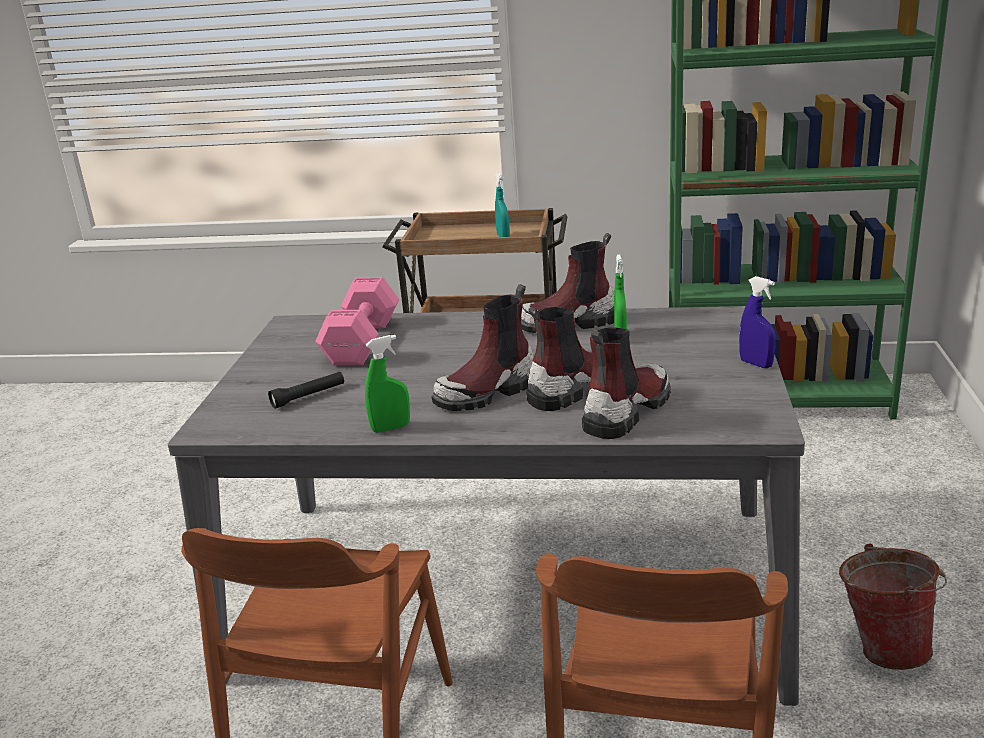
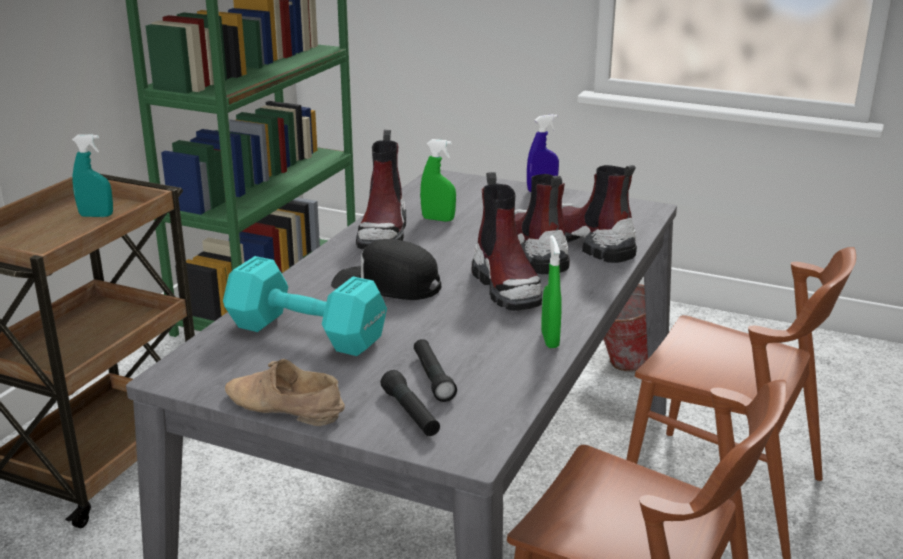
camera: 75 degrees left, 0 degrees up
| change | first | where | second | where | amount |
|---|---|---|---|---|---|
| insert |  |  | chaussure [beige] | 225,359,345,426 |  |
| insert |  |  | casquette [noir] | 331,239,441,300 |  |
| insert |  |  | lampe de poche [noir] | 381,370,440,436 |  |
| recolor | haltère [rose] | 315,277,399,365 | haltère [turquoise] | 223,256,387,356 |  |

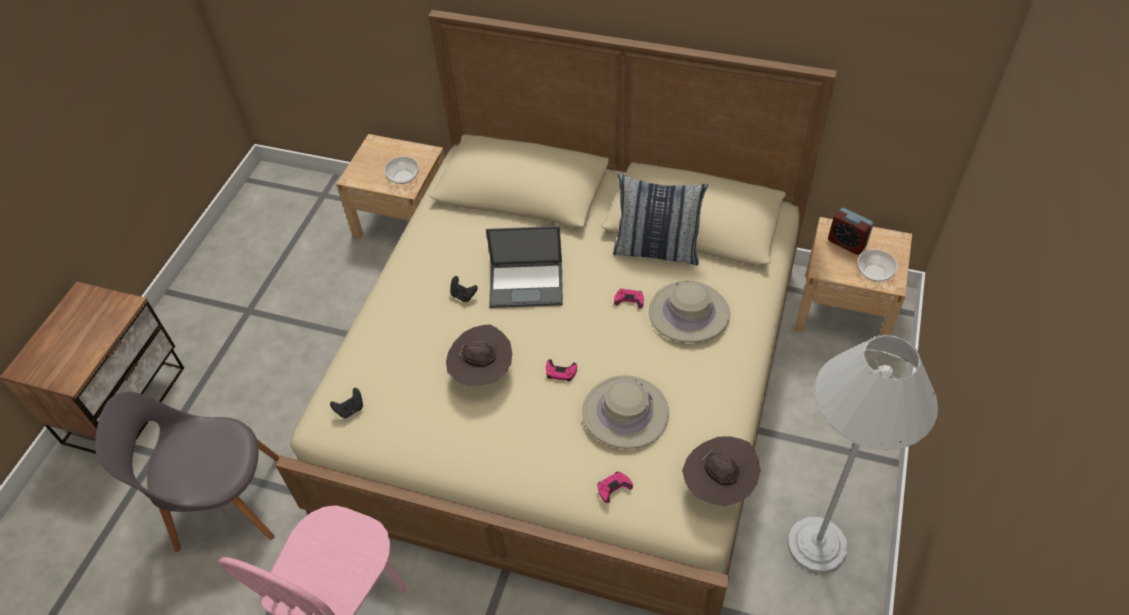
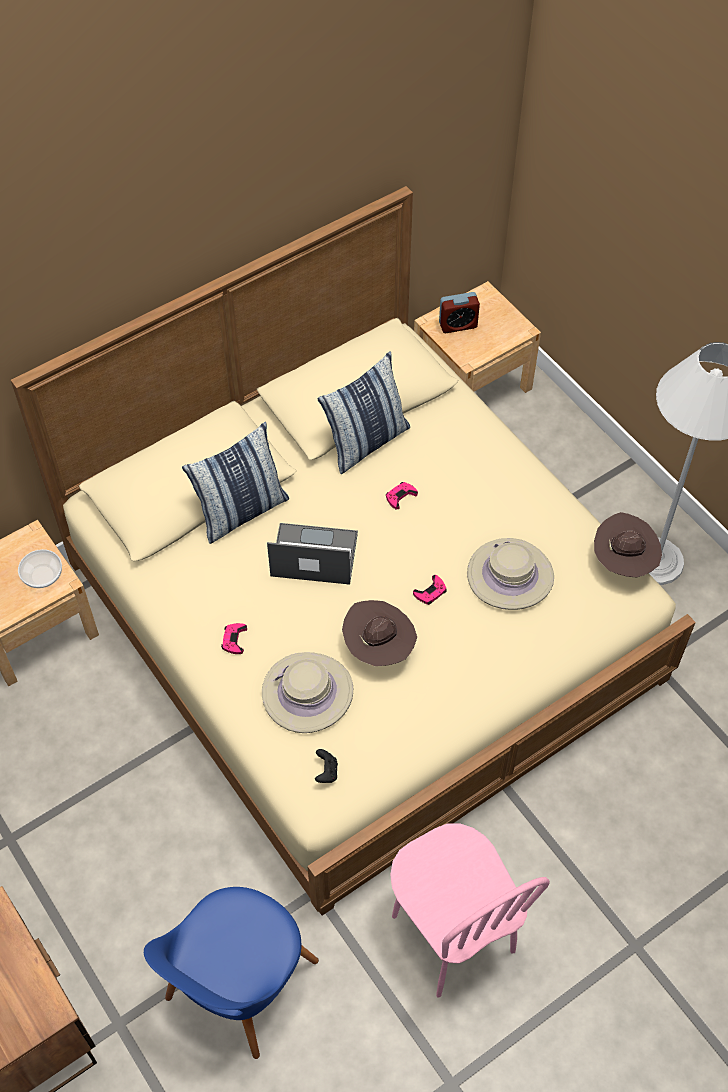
camera: 55 degrees left, 5 degrees up
| change | first | where | second | where | amount |
|---|---|---|---|---|---|
| delete | manette [noir] | 450,276,478,302 |  |  |  |
| delete | bol | 857,249,898,281 |  |  |  |
| insert |  |  | coussin | 182,422,289,544 |  |
| move | manette [rose] | 597,471,633,503 |  | 221,623,247,654 |  |
| move | chapeau [beige] | 649,281,730,343 |  | 262,652,353,733 |  |
| recolor | chaise [gris] | 95,392,280,552 | chaise [bleu] | 144,887,319,1059 |  |
| rotate | ordinateur portable | 486,226,563,308 |  | 267,523,358,585 | 120 degrees counterclockwise |

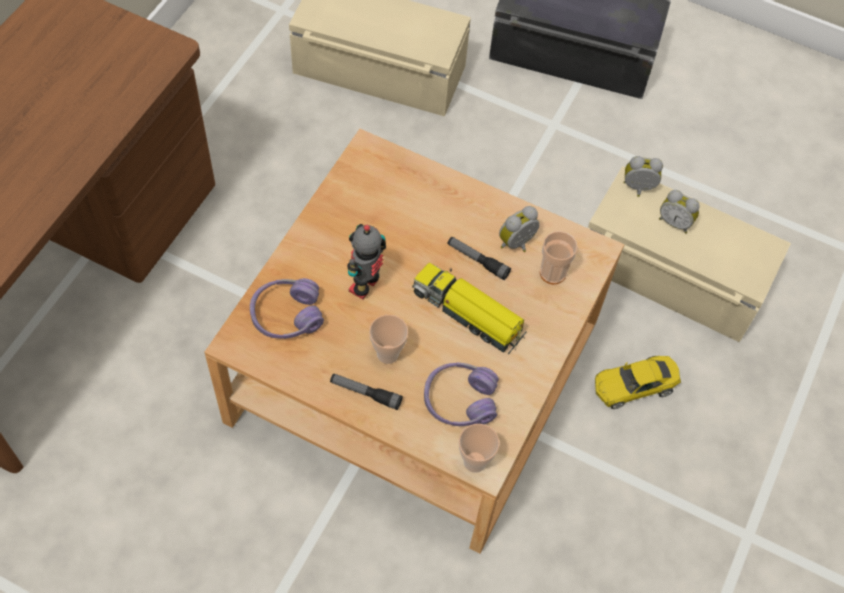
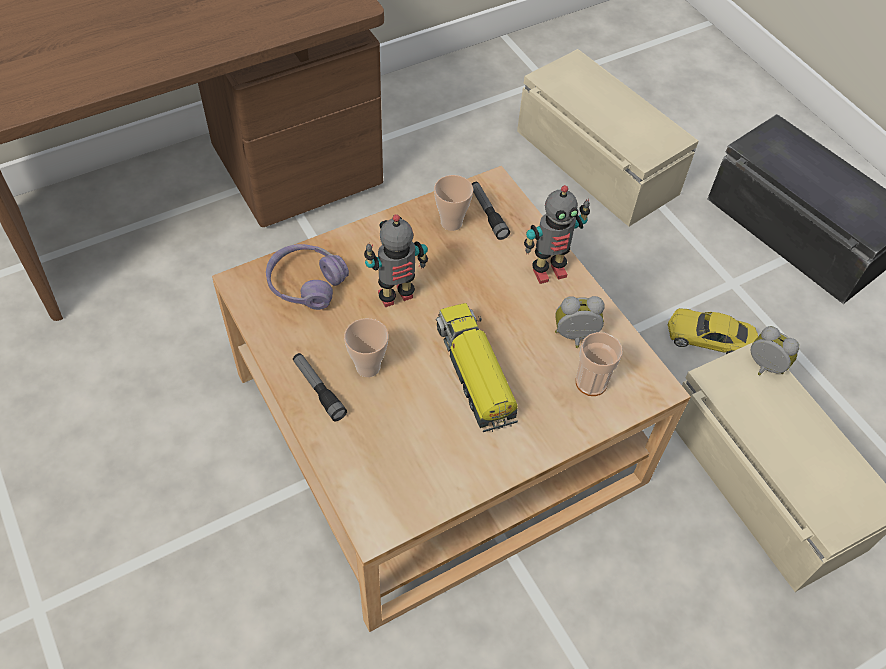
camera: 35 degrees right, 5 degrees down
| change | first | where | second | where | amount |
|---|---|---|---|---|---|
| delete | casque audio [violet] | 424,363,499,426 |  |  |  |
| delete | réveil | 659,190,700,234 |  |  |  |
| insert |  |  | robot jouet | 524,185,590,284 |  |
| move | lampe de poche | 448,237,511,280 |  | 472,182,510,240 |  |
| move | tasse | 459,424,500,473 |  | 434,175,473,231 |  |
| move | petite voiture [jaune] | 595,356,681,409 |  | 667,308,758,354 |  |

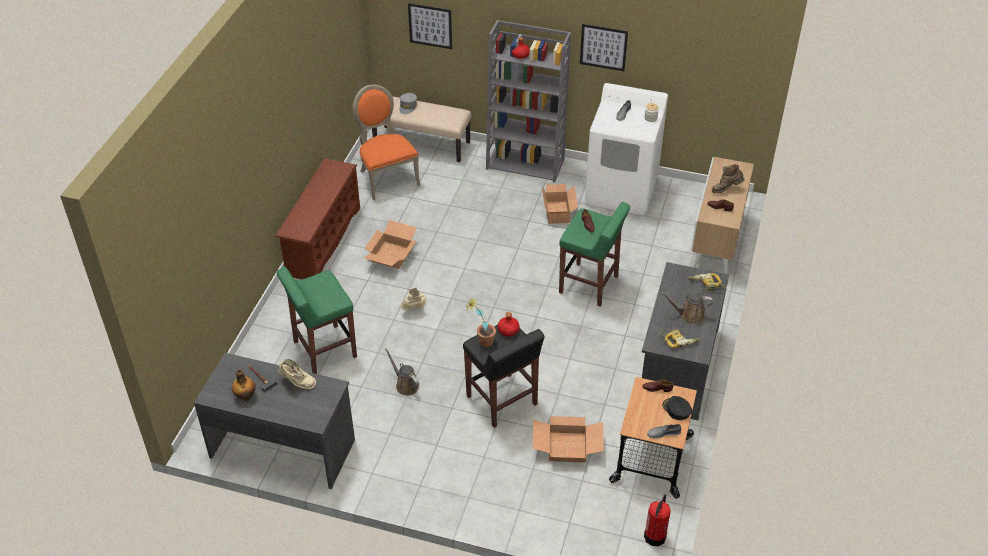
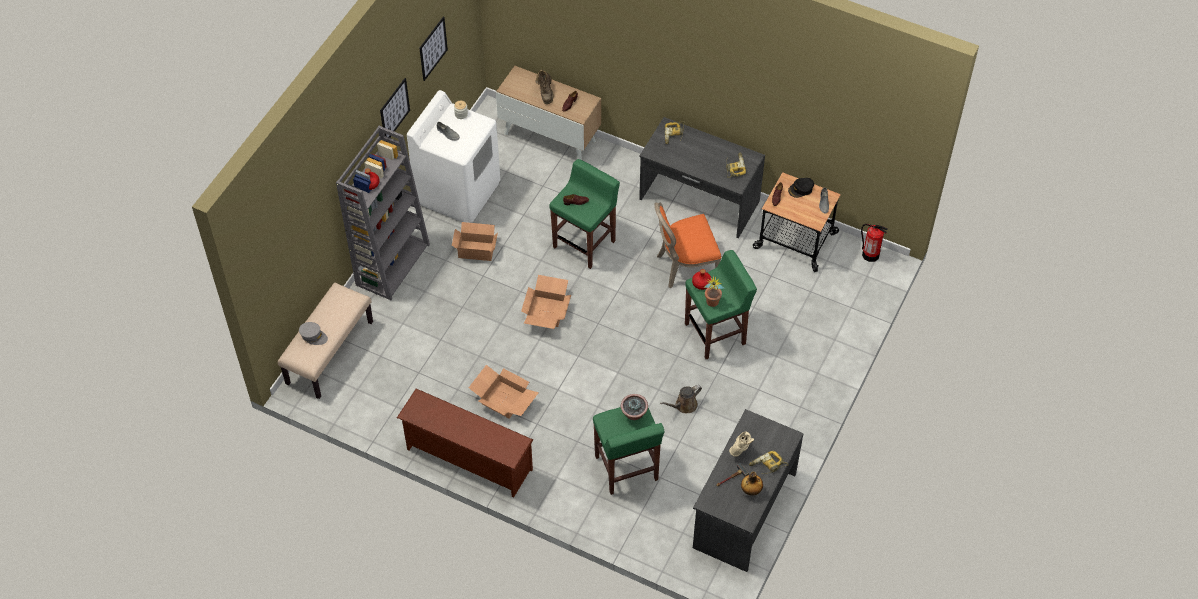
camera: 80 degrees left, 10 degrees up
| change | first | where | second | where | amount |
|---|---|---|---|---|---|
| delete | botte [beige] | 400,288,427,311 |  |  |  |
| delete | arrosoir [marron] | 661,292,713,324 |  |  |  |
| insert |  |  | plante en pot | 621,394,648,420 |  |
| insert |  |  | perceuse | 749,451,789,474 |  |
| move | chaise [orange] | 353,84,420,201 |  | 654,202,721,289 |  |
| move | tableau | 408,3,452,49 |  | 419,17,448,81 |  |
| move | carton | 533,416,604,463 |  | 521,275,571,329 |  |
| recolor | tabouret [noir] | 463,325,545,428 | tabouret [vert] | 685,250,757,359 |  |

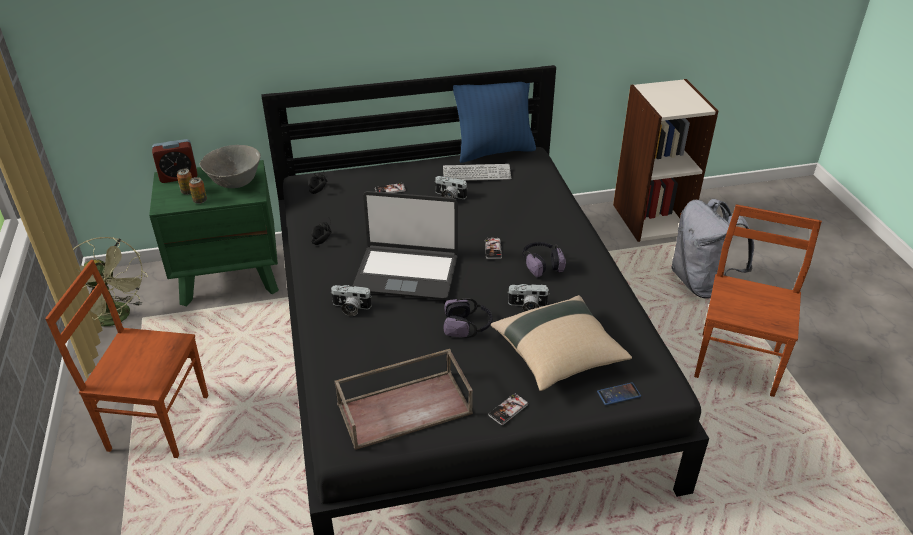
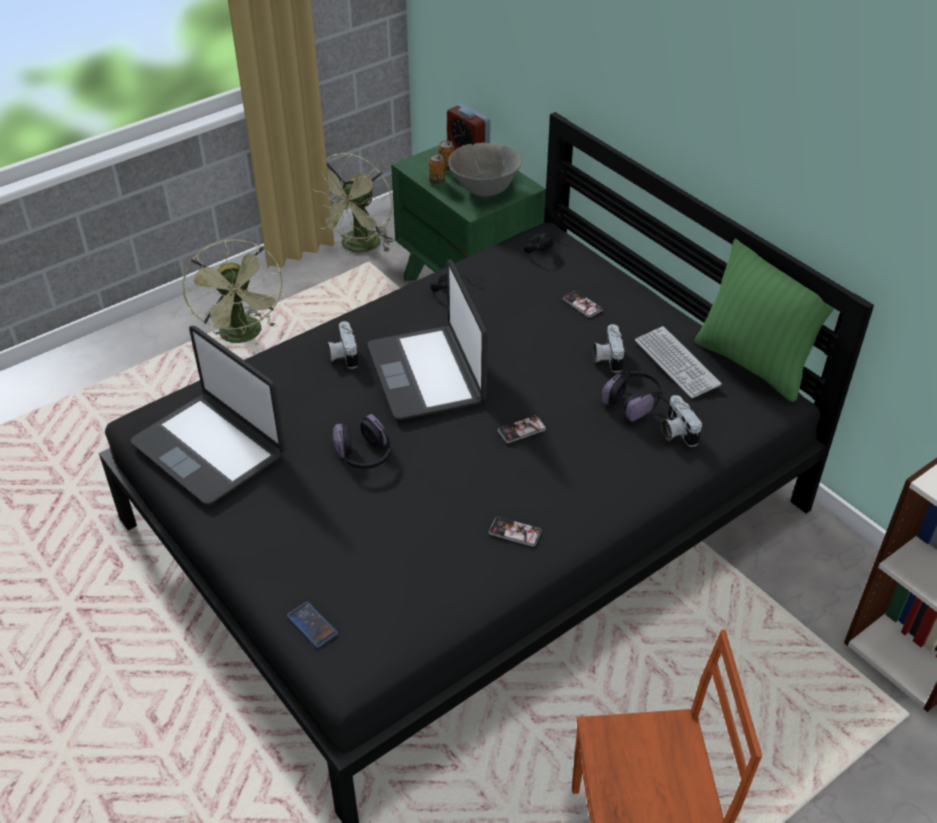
camera: 65 degrees right, 5 degrees up
| change | first | where | second | where | amount |
|---|---|---|---|---|---|
| delete | coussin [beige] | 491,295,632,391 |  |  |  |
| delete | sac à dos [gris] | 671,199,754,299 |  |  |  |
| move | téléphone | 488,394,528,425 |  | 489,517,542,546 |  |
| move | appareil photo | 507,284,550,312 |  | 661,395,702,447 |  |
| move | casque audio | 522,242,566,278 |  | 602,370,663,422 |  |
| replace | chaise [marron] | 45,260,209,458 | ventilateur [vert] | 183,239,284,343 |  |
| replace | plateau [marron] | 334,349,473,450 | ordinateur portable | 130,326,285,506 |  |
| recolor | coussin [bleu] | 453,82,536,163 | coussin [vert] | 694,238,834,402 |  |

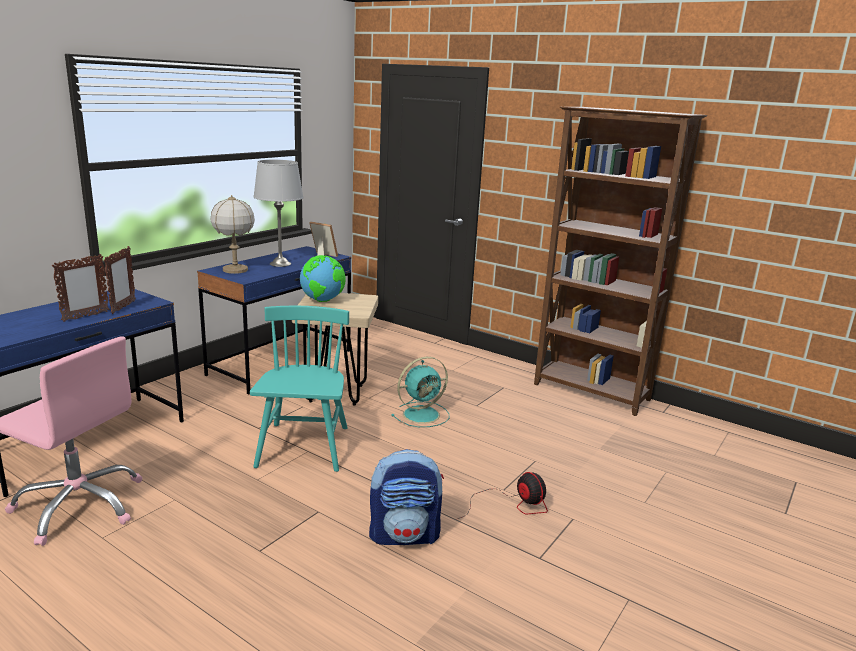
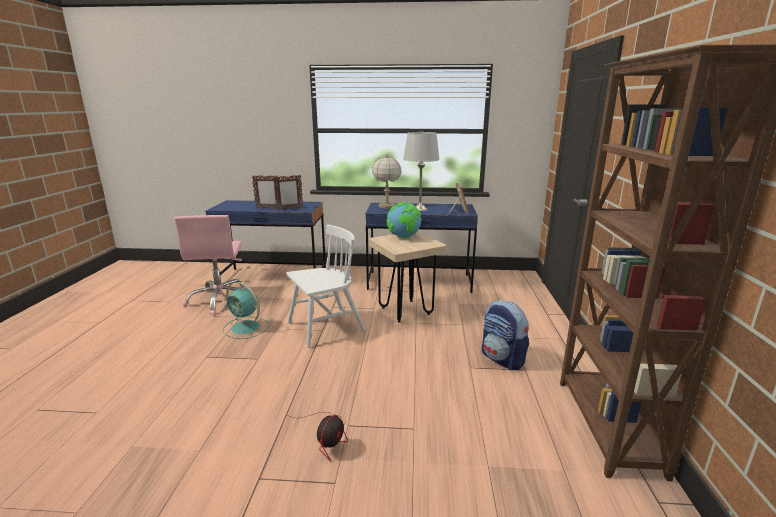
camera: 60 degrees right, 0 degrees up
| change | first | where | second | where | amount |
|---|---|---|---|---|---|
| move | sac à dos | 369,449,444,545 |  | 482,300,529,370 |  |
| move | ventilateur [turquoise] | 391,357,449,427 |  | 223,282,270,339 |  |
| recolor | chaise [turquoise] | 250,306,349,472 | chaise [blanc] | 286,225,366,348 |  |

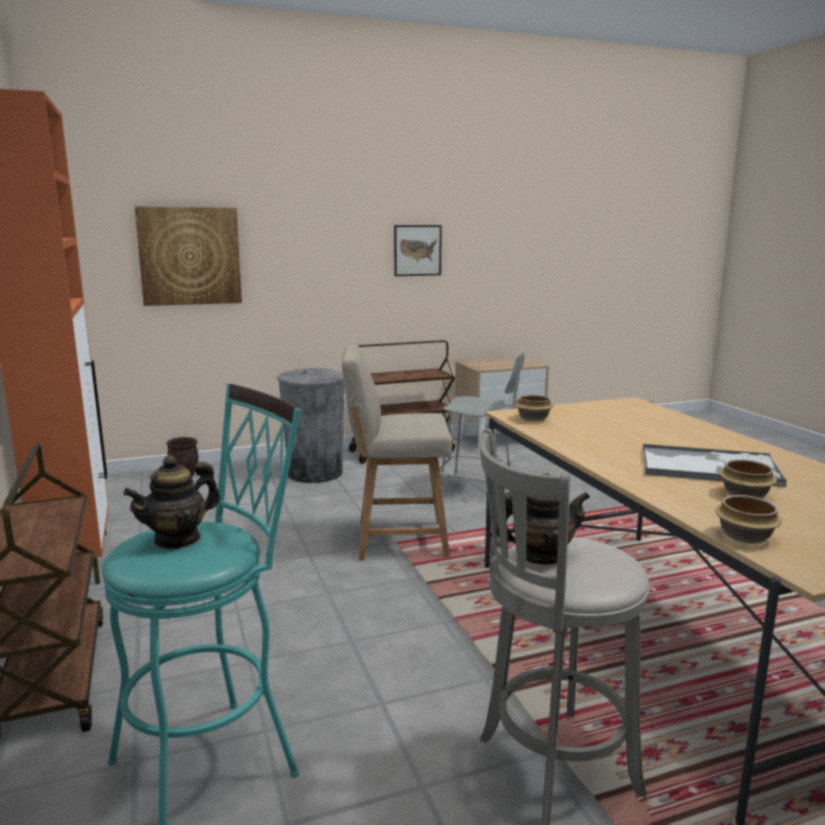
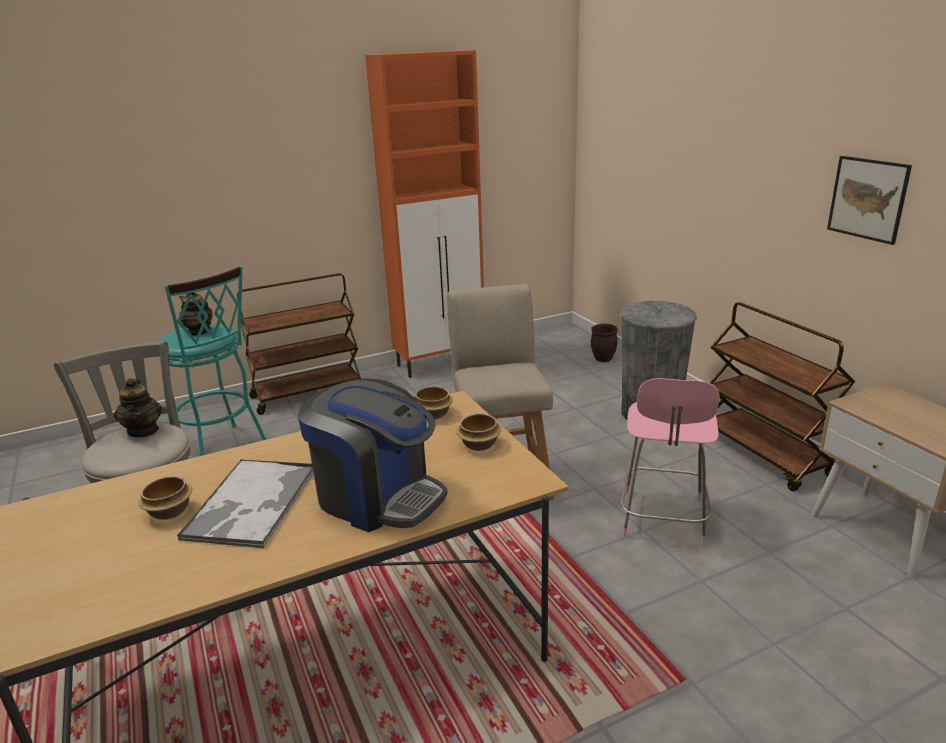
camera: 85 degrees right, 10 degrees up
| change | first | where | second | where | amount |
|---|---|---|---|---|---|
| delete | tableau | 135,206,242,306 |  |  |  |
| insert |  |  | machine à café | 298,378,448,532 |  |
| move | bol | 715,495,782,544 |  | 457,414,501,451 |  |
| recolor | chaise [gris] | 439,352,525,486 | chaise [rose] | 621,378,720,546 |  |

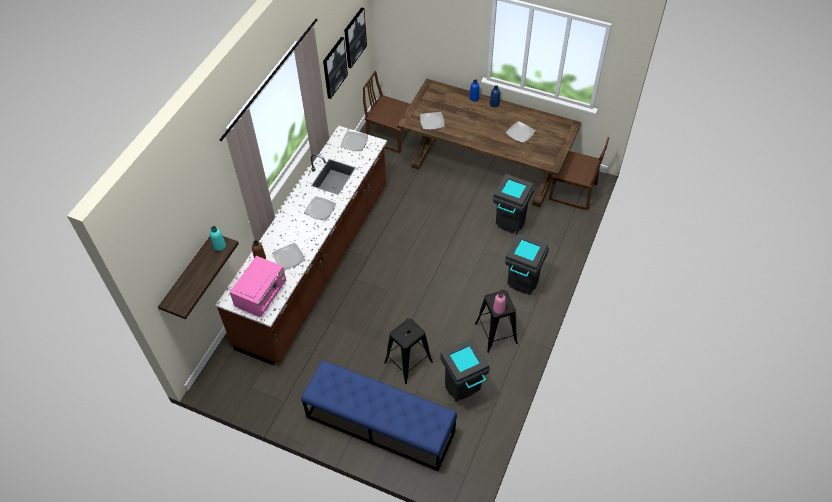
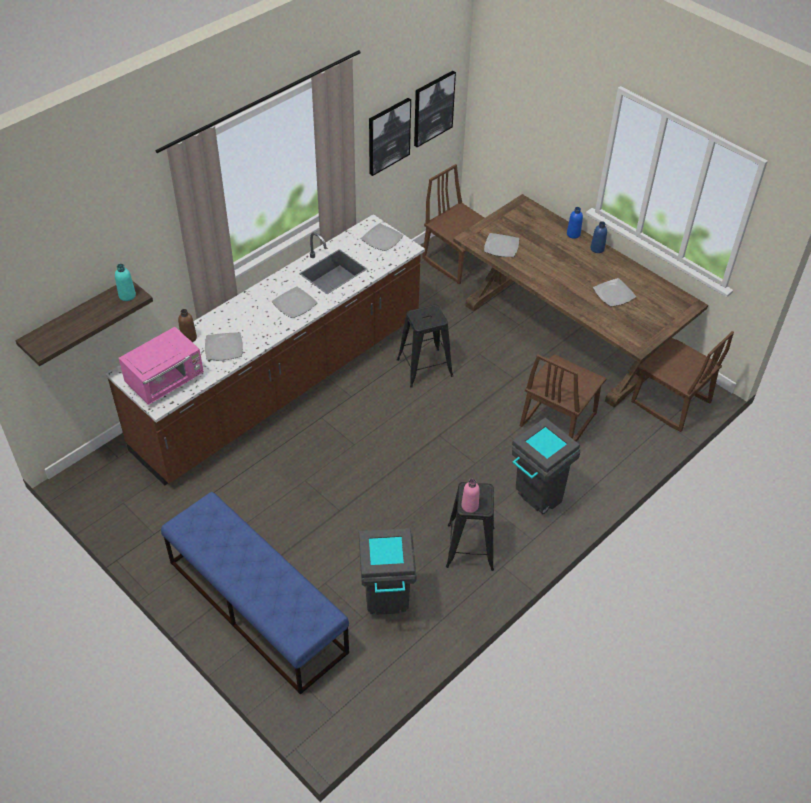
camera: 20 degrees right, 5 degrees down
| change | first | where | second | where | amount |
|---|---|---|---|---|---|
| move | tabouret [noir] | 384,318,433,384 |  | 397,304,453,387 |  |
| replace | poubelle [gris] | 493,174,535,234 | chaise [marron] | 520,354,606,442 |  |

